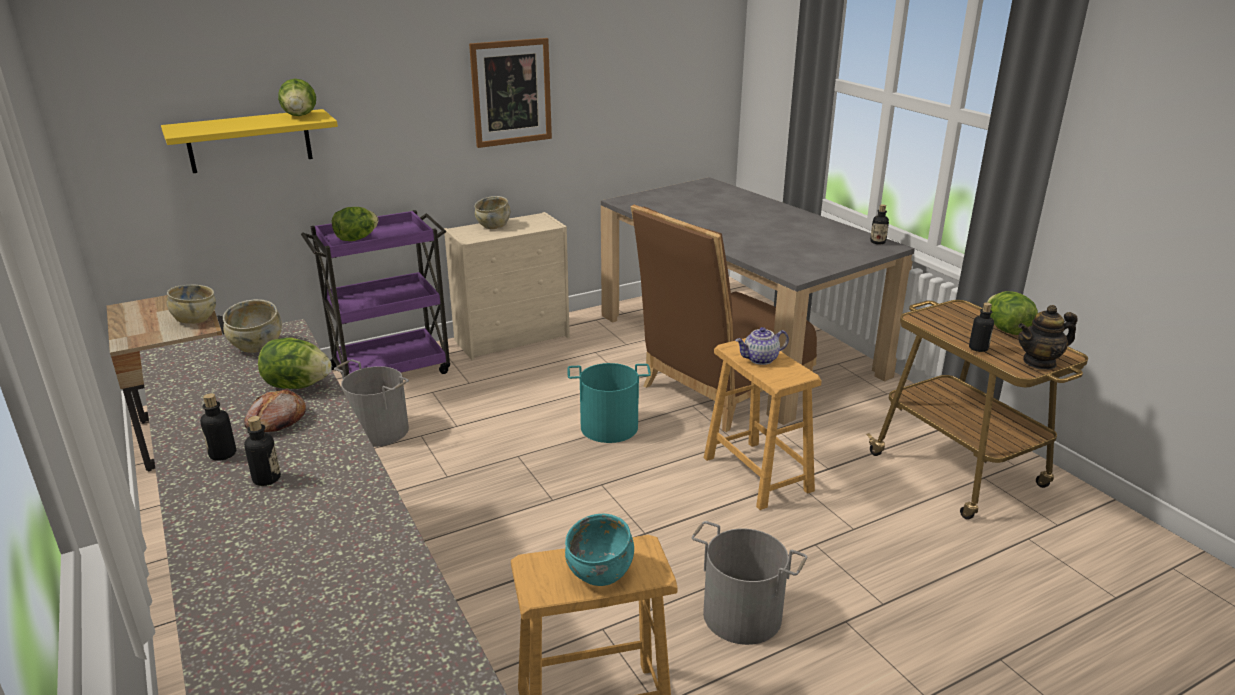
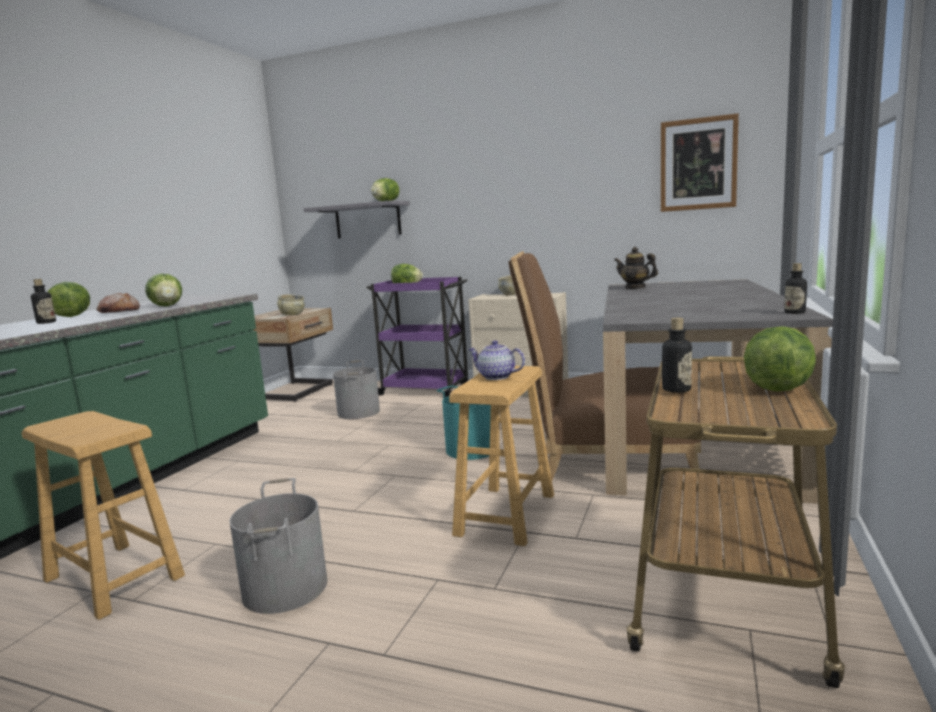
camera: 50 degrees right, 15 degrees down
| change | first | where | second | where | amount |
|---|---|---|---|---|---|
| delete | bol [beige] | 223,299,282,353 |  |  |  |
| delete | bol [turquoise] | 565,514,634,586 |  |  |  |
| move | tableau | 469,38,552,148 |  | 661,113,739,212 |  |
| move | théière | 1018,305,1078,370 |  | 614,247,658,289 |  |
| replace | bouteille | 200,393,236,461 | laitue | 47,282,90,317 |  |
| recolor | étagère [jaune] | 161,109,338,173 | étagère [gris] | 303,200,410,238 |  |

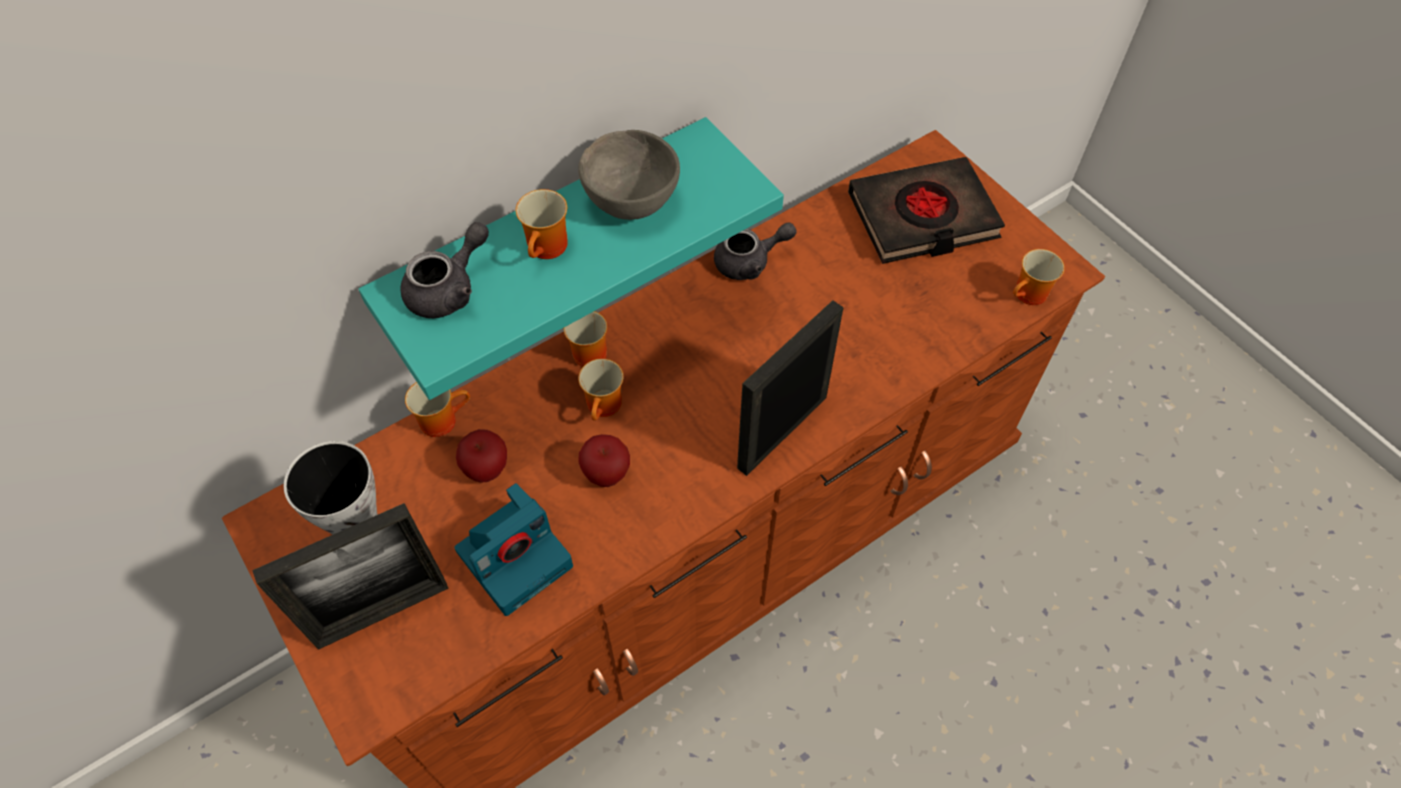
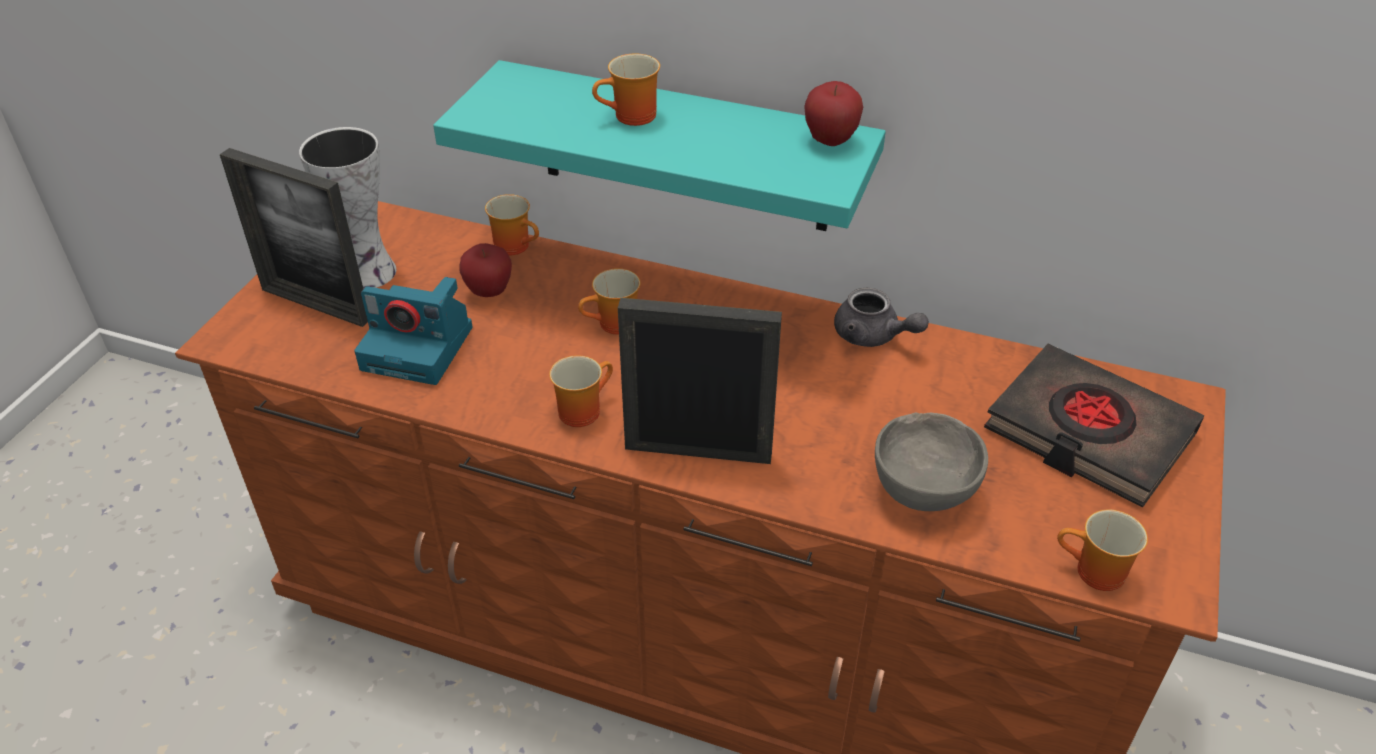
camera: 55 degrees right, 15 degrees down
| change | first | where | second | where | amount |
|---|---|---|---|---|---|
| delete | théière [gris] | 401,222,489,318 |  |  |  |
| move | mug | 564,311,607,367 |  | 549,355,613,427 |  |
| move | bol [gris] | 578,130,680,220 |  | 875,413,988,511 |  |
| move | pomme | 579,434,630,487 |  | 804,81,863,146 |  |

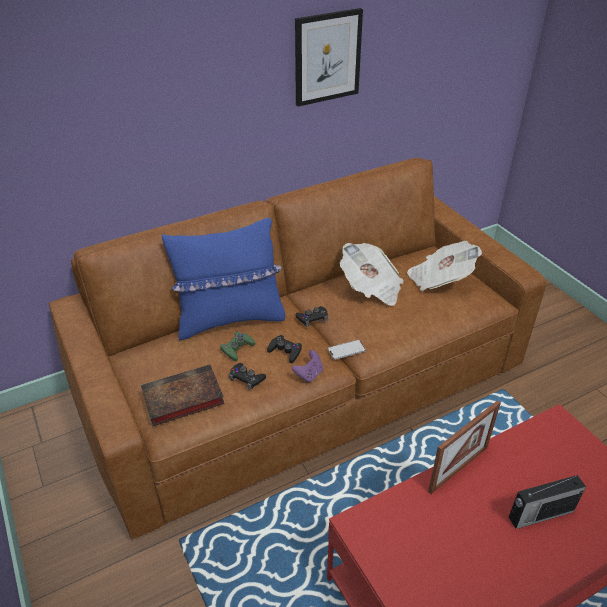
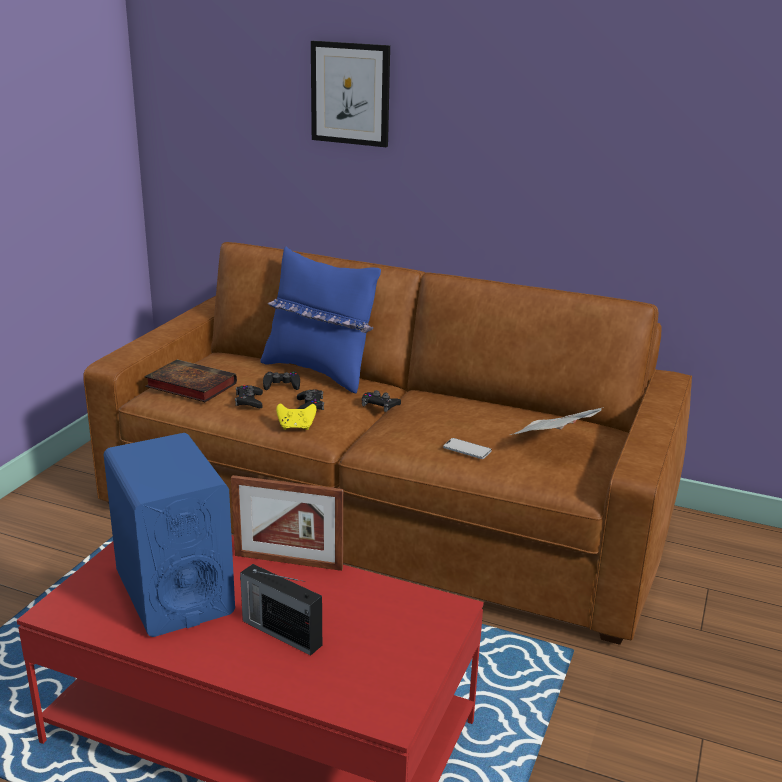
camera: 50 degrees right, 15 degrees down
| change | first | where | second | where | amount |
|---|---|---|---|---|---|
| delete | journal | 340,243,404,306 |  |  |  |
| insert |  |  | enceinte [bleu] | 103,433,235,637 |  |
| move | tableau | 295,8,363,107 |  | 311,41,390,147 |  |
| move | téléphone | 328,340,366,360 |  | 443,438,492,459 |  |
| recolor | manette [vert] | 220,332,255,361 | manette [noir] | 263,372,300,390 |  |
| recolor | manette [violet] | 292,350,323,382 | manette [jaune] | 276,403,317,430 |  |

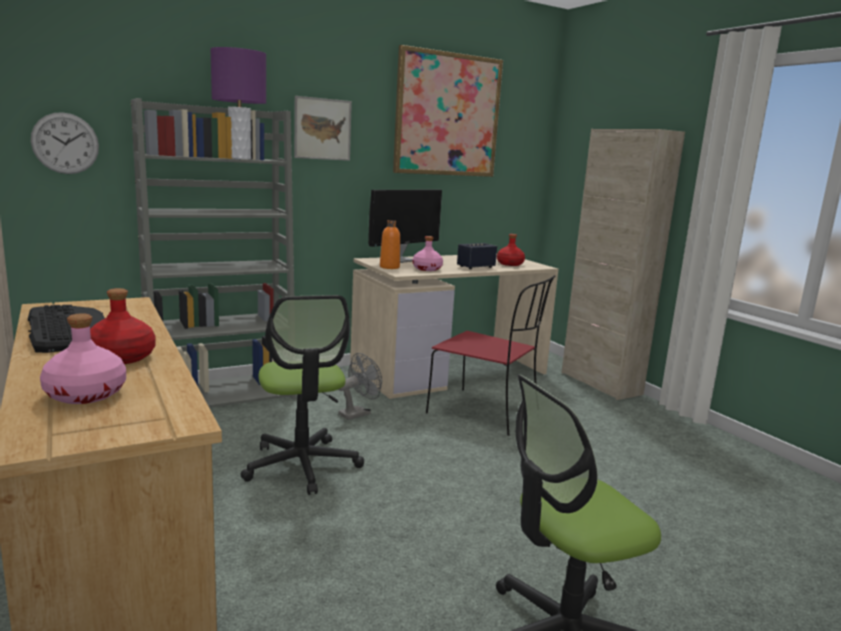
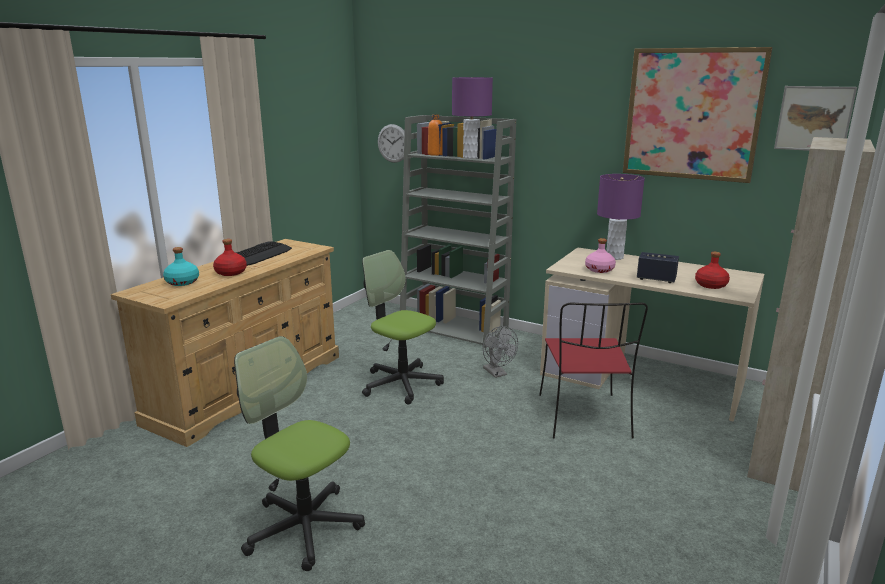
camera: 60 degrees right, 5 degrees up
| change | first | where | second | where | amount |
|---|---|---|---|---|---|
| move | tableau | 294,96,352,161 |  | 774,86,857,151 |  |
| move | bouteille [orange] | 380,220,400,269 |  | 428,114,443,156 |  |
| replace | écran d'ordinateur | 368,190,442,263 | lampe de table [violet] | 597,174,645,260 |  |
| recolor | bouteille [rose] | 40,313,126,404 | bouteille [turquoise] | 163,247,199,286 |  |
| rotate | chaise de bureau | 241,295,364,495 |  | 362,250,444,405 | 90 degrees clockwise |
| rotate | ventilateur [gris] | 338,353,382,420 |  | 483,326,518,378 | 45 degrees clockwise |

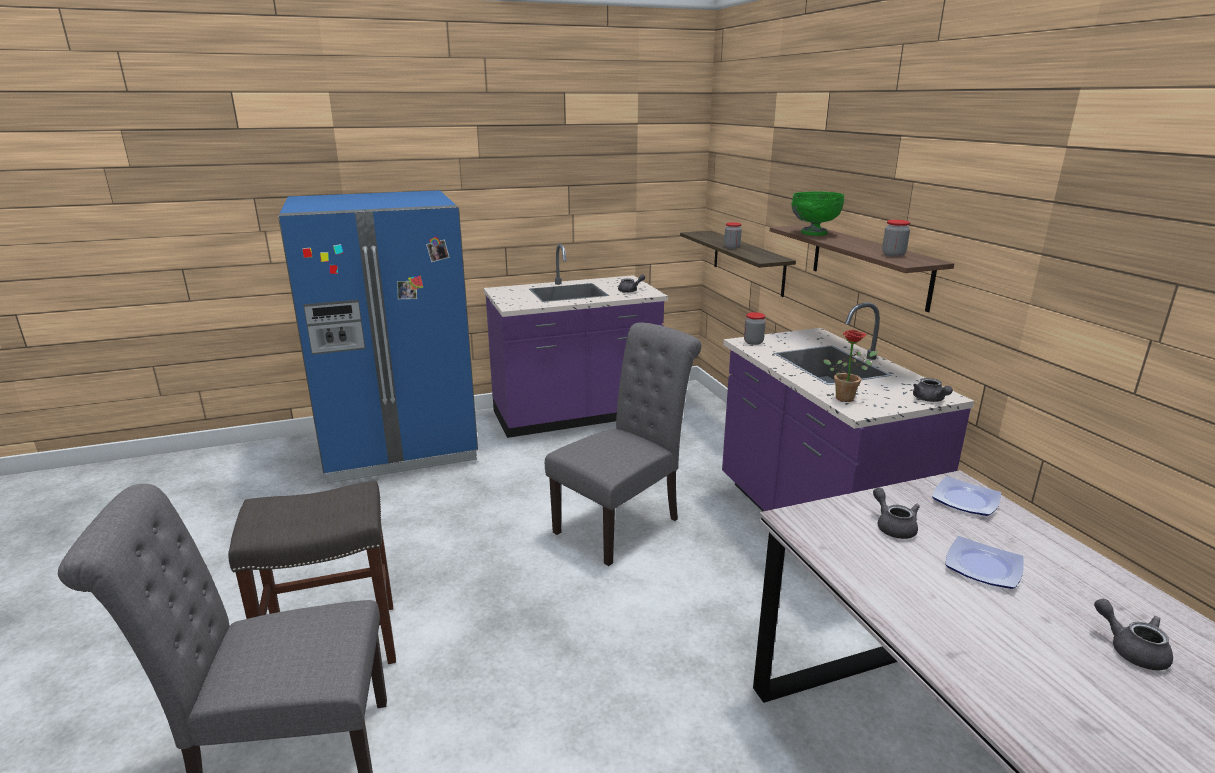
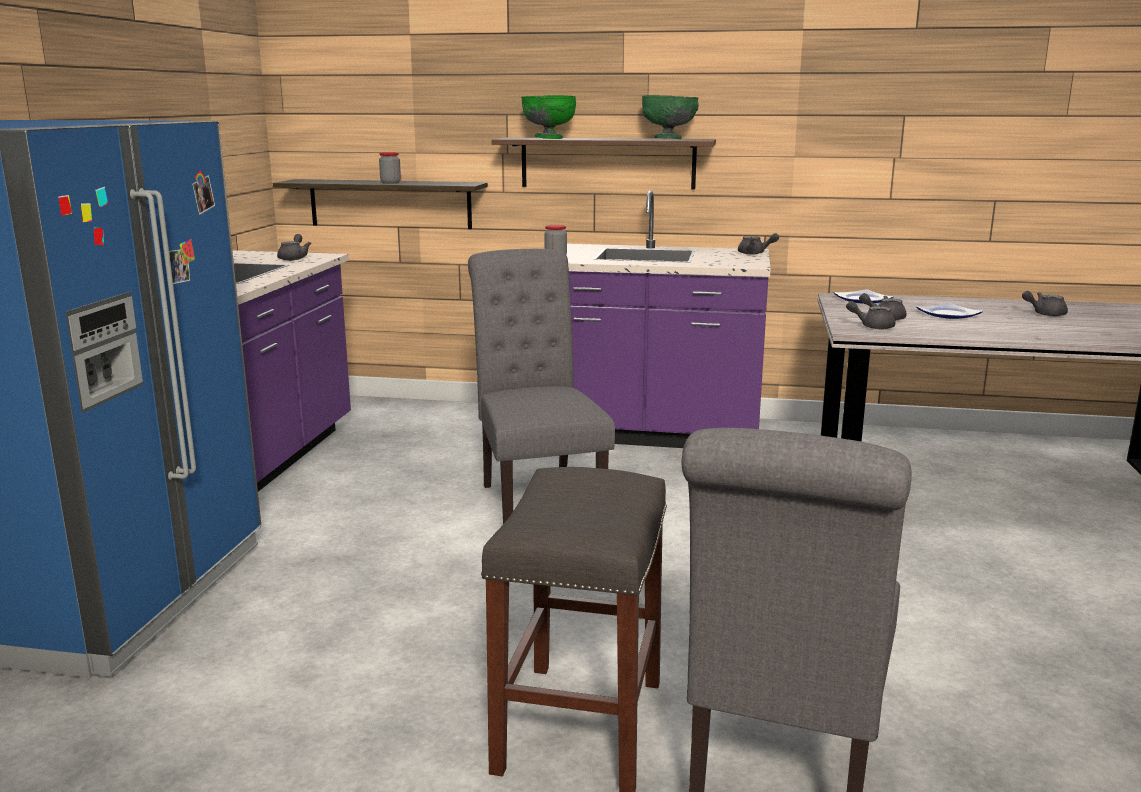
camera: 60 degrees left, 5 degrees down
| change | first | where | second | where | amount |
|---|---|---|---|---|---|
| delete | plante en pot | 823,330,878,402 |  |  |  |
| insert |  |  | théière [gris] | 846,301,895,329 |  |
| replace | bocal | 882,220,910,257 | bol [vert] | 642,95,699,139 |  |

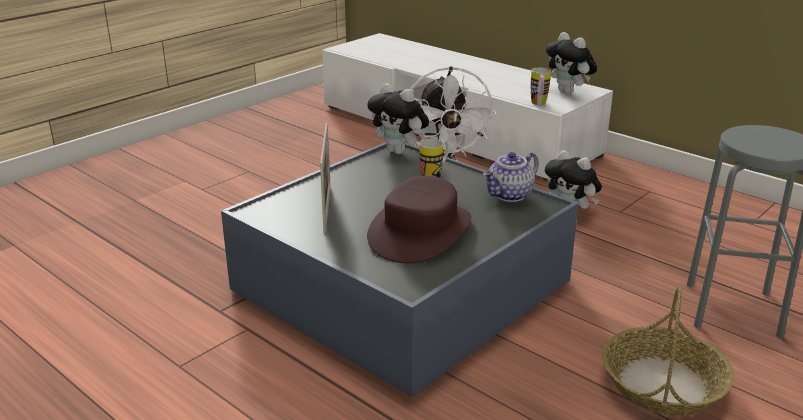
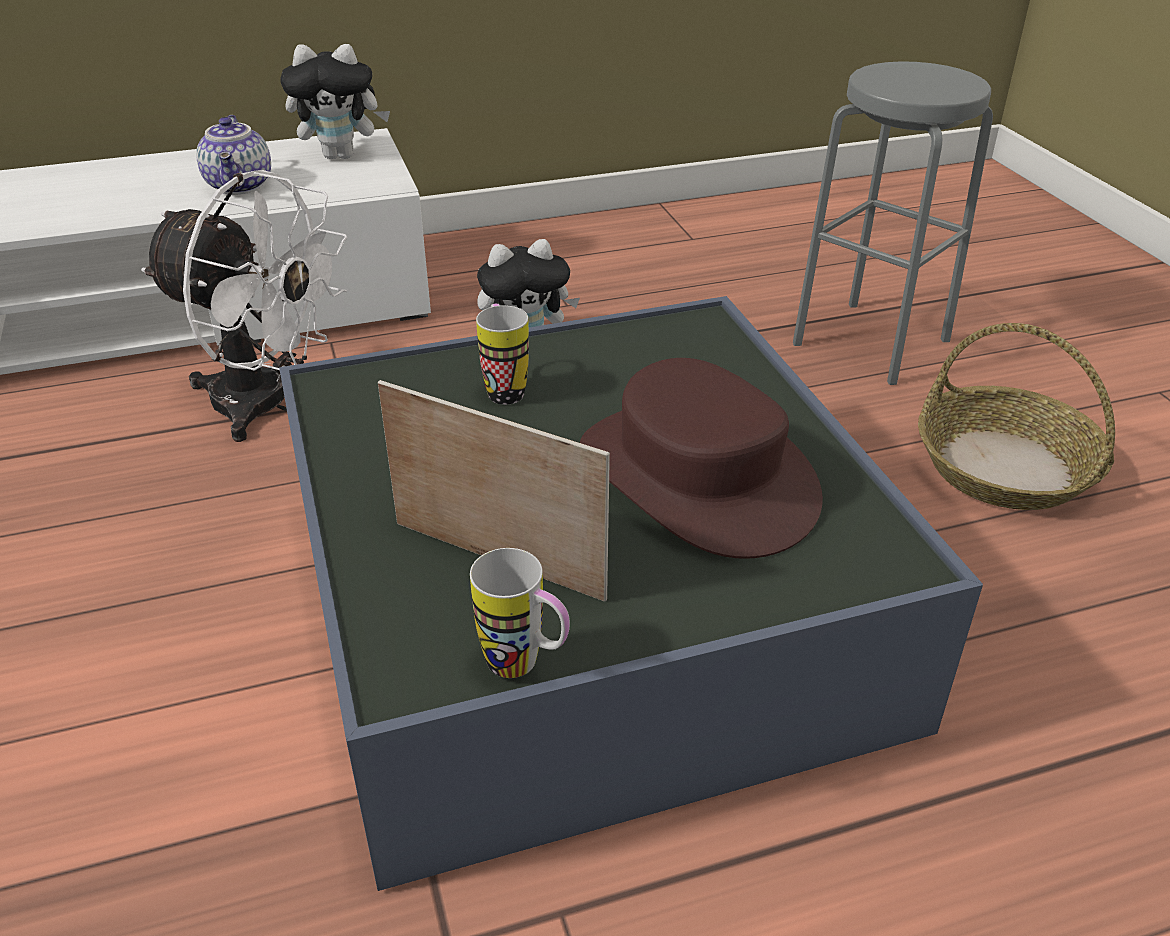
camera: 60 degrees left, 10 degrees up
| change | first | where | second | where | amount |
|---|---|---|---|---|---|
| delete | peluche | 368,83,429,154 |  |  |  |
| move | théière | 483,152,539,202 |  | 196,115,271,195 |  |
| move | mug | 531,68,551,105 |  | 470,548,570,678 |  |

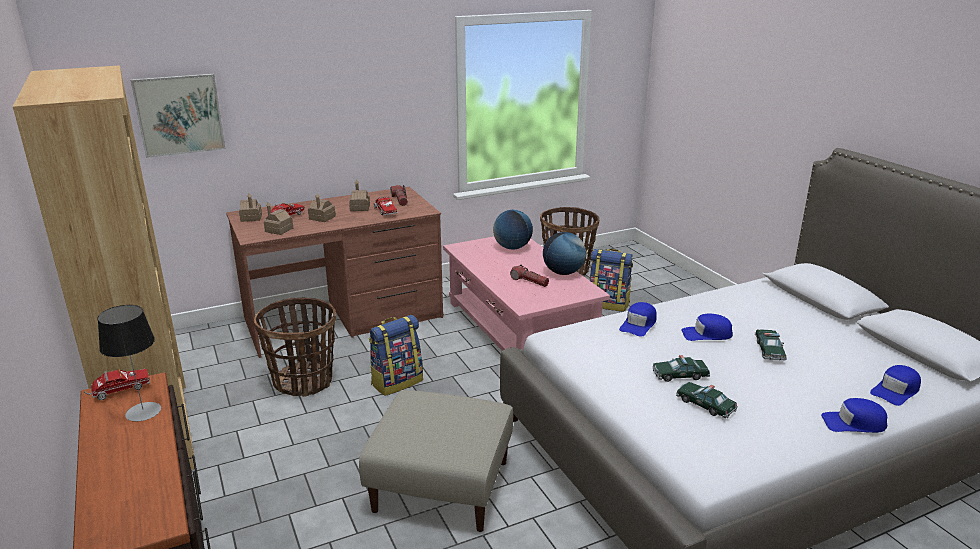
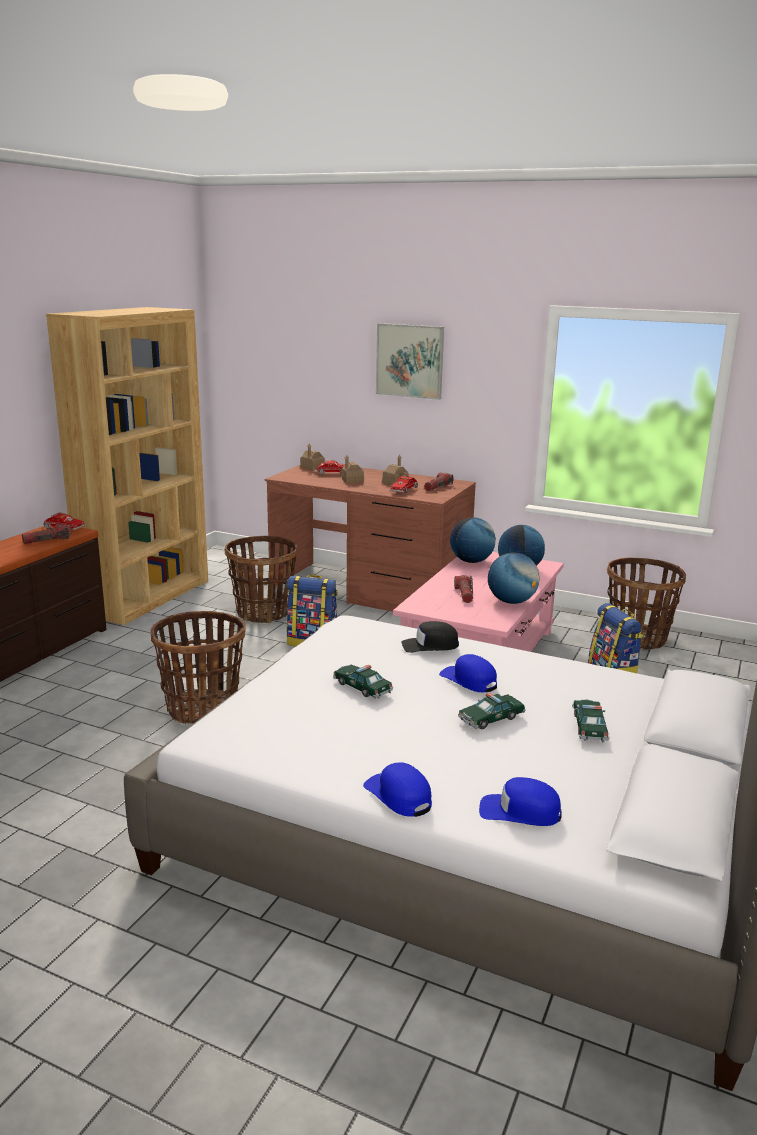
camera: 50 degrees right, 5 degrees down
| change | first | where | second | where | amount |
|---|---|---|---|---|---|
| delete | maison miniature | 264,202,293,235 |  |  |  |
| insert |  |  | globe | 450,517,496,563 |  |
| move | tableau | 131,74,226,158 |  | 376,323,444,400 |  |
| move | petite voiture | 676,382,738,418 |  | 572,700,609,742 |  |
| replace | lampe de table | 97,305,161,421 | lampe de poche | 22,524,71,544 |  |
| replace | pouf [beige] | 359,390,513,532 | panier | 150,611,246,724 |  |
| recolor | casquette [bleu] | 619,302,657,337 | casquette [noir] | 401,621,459,653 |  |

